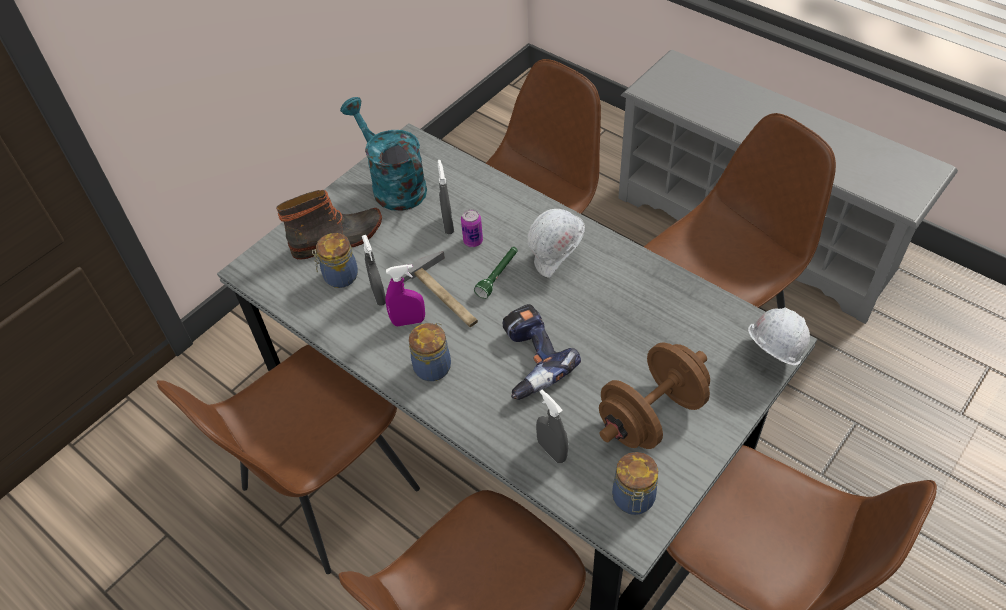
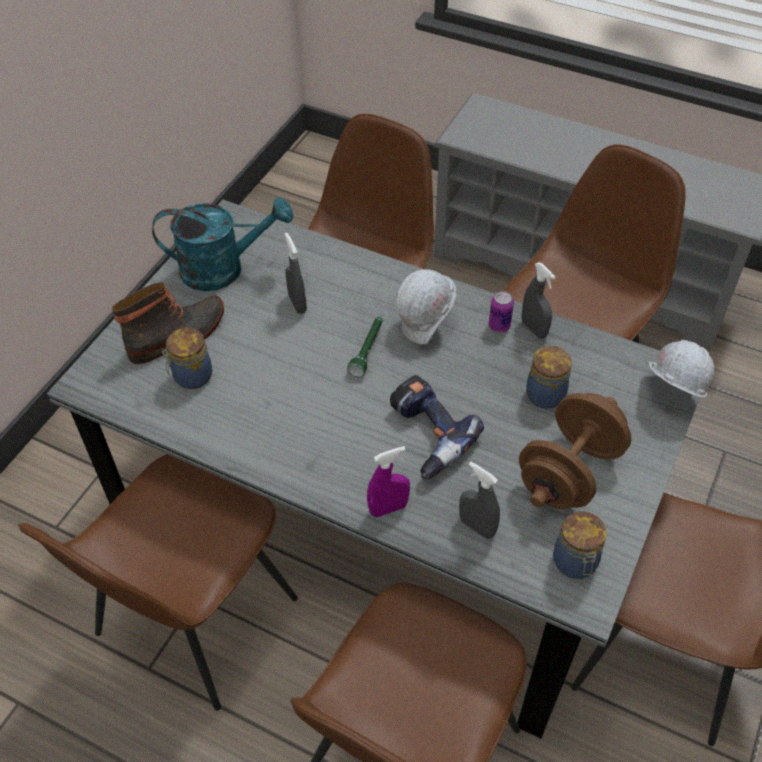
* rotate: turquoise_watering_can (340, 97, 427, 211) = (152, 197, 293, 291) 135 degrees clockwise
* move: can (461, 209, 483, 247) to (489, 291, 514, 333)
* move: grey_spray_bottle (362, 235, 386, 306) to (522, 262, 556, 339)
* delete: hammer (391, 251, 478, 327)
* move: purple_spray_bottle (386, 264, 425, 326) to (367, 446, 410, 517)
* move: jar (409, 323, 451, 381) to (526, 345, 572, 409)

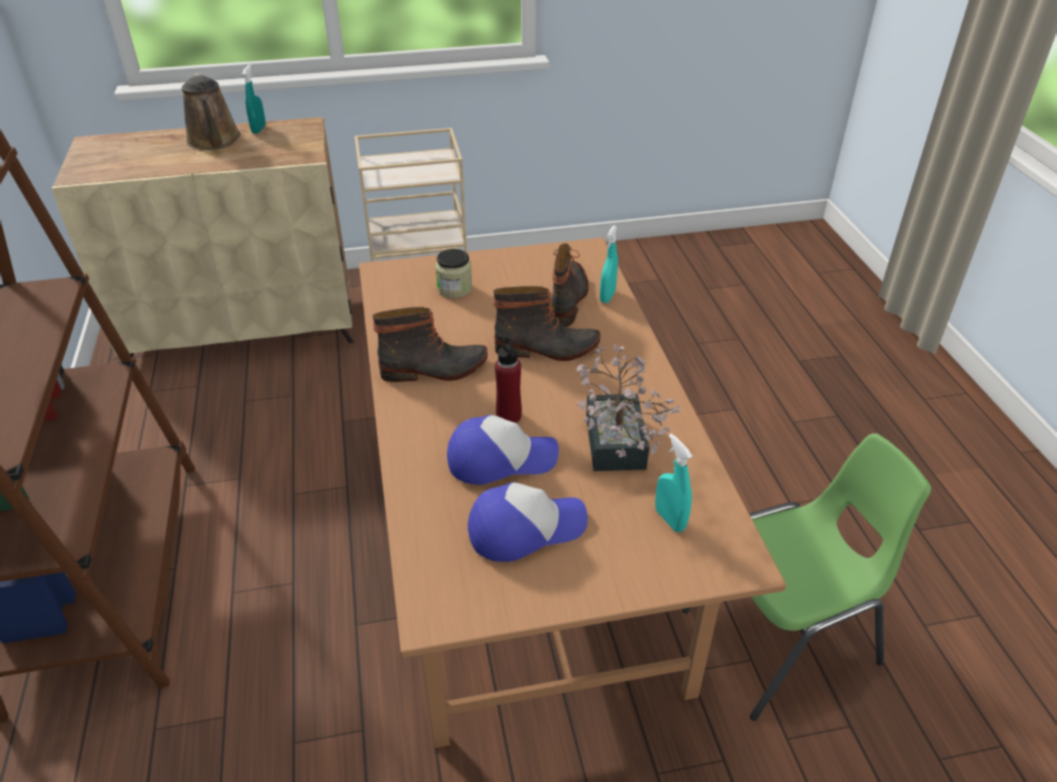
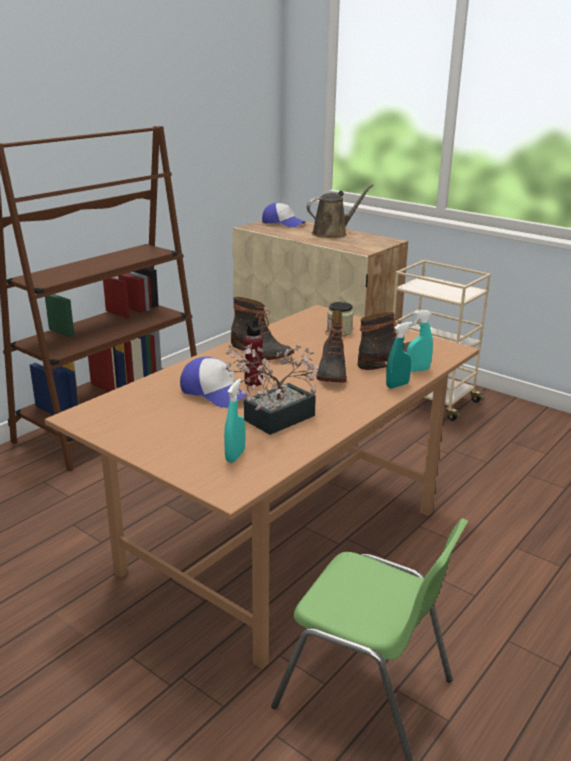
* move: turquoise_spray_bottle (242, 64, 266, 134) to (386, 322, 412, 388)
* rotate: brown_watering_can (182, 72, 241, 150) = (307, 184, 374, 238) 150 degrees counterclockwise
* rotate: boot (493, 286, 600, 361) = (316, 310, 347, 383) 45 degrees clockwise
* move: cap (468, 482, 588, 562) to (262, 203, 305, 228)

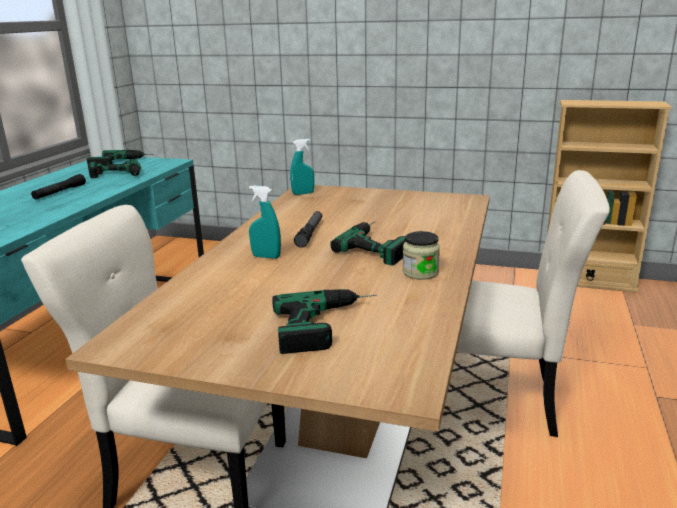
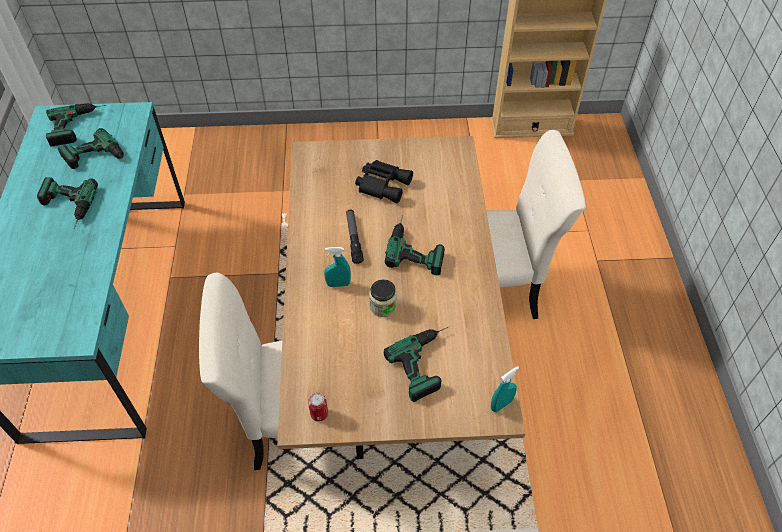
* move: turquoise_spray_bottle (290, 139, 314, 195) to (491, 366, 519, 412)
* replace: black_flashlight (31, 174, 86, 200) to power_drill (37, 177, 98, 228)
* move: jar (403, 231, 440, 280) to (369, 279, 397, 317)
* insert: black_binoculars (355, 160, 413, 203)
* insert: can (308, 392, 328, 421)

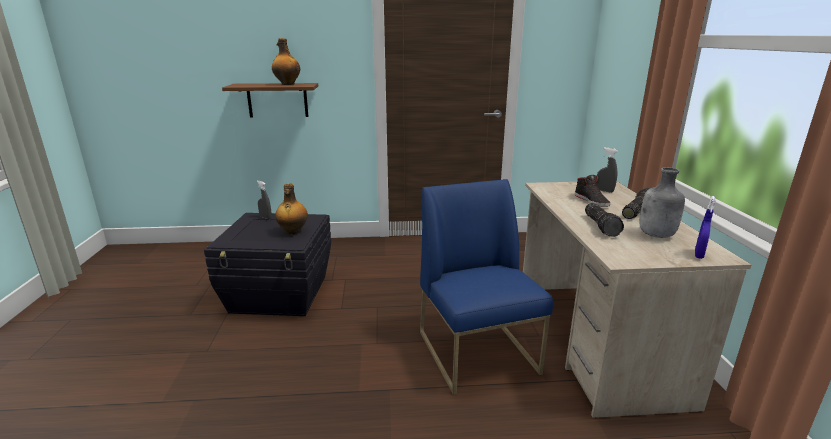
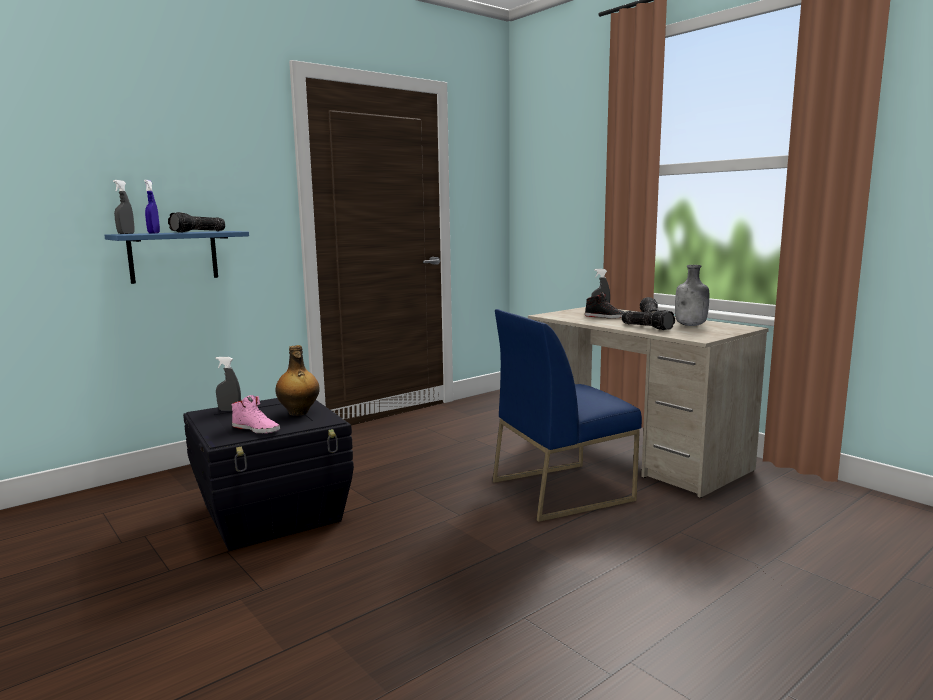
* replace: bottle (272, 38, 300, 85) to flashlight (168, 212, 225, 232)
* recolor: brown_shelf (222, 83, 318, 118) to blue_shelf (104, 231, 249, 284)
* rotate: blue_chair (420, 179, 553, 395) = (493, 309, 642, 522) 60 degrees counterclockwise
* move: blue_spray_bottle (695, 196, 716, 259) to (144, 180, 160, 234)
* insert: grey_spray_bottle (113, 180, 135, 234)
* insert: pink_shoe (232, 395, 280, 433)

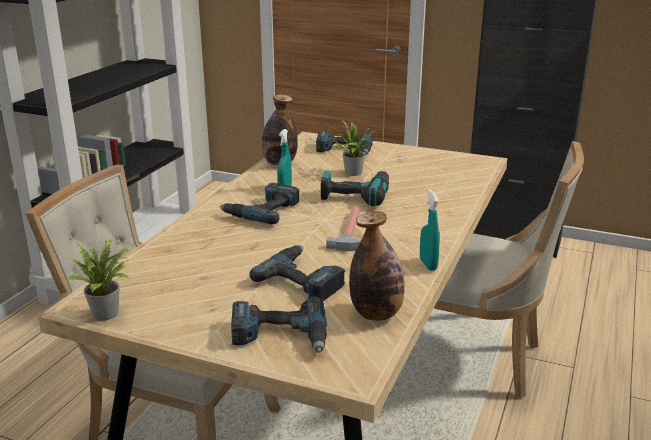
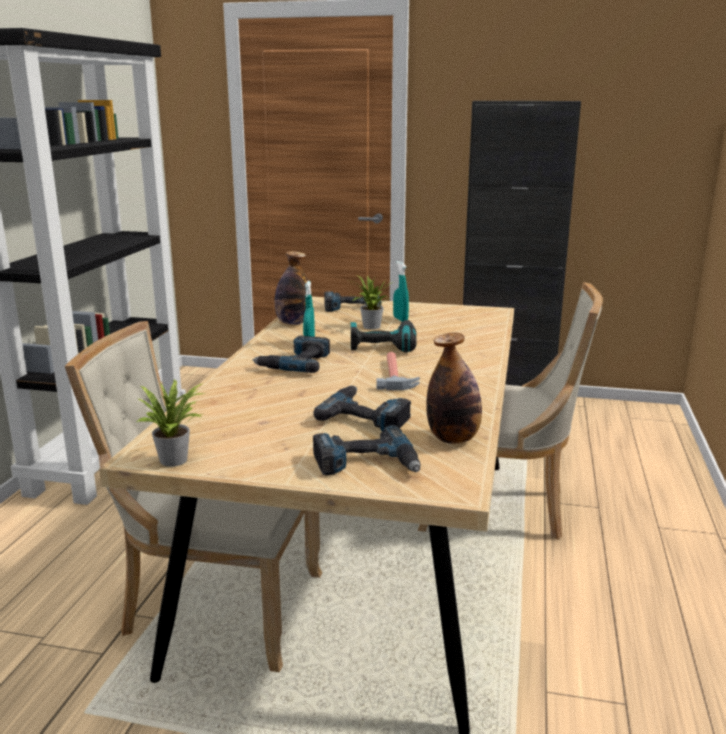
* move: turquoise_spray_bottle (420, 189, 440, 271) to (393, 261, 409, 321)

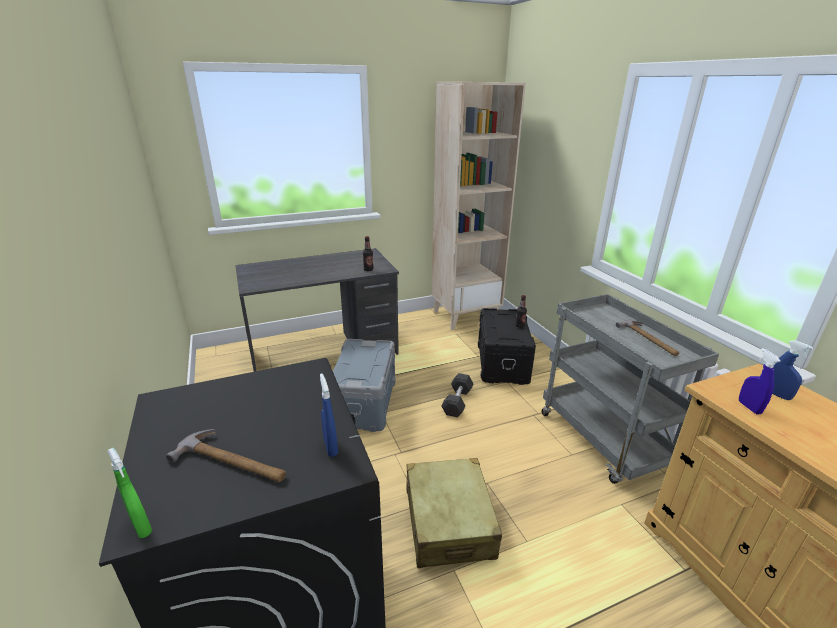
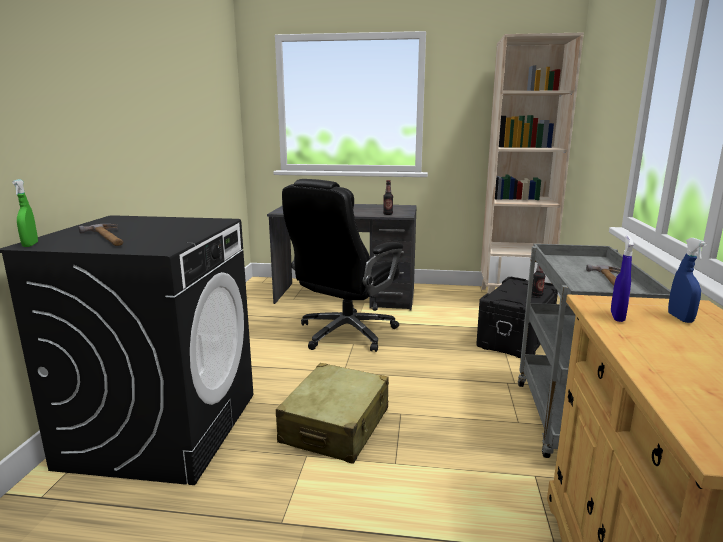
* replace: grey_storage_box (333, 339, 395, 432) to black_office_chair (282, 179, 403, 352)
* delete: grey_dumbbell (441, 373, 474, 417)
* delete: blue_spray_bottle (320, 374, 338, 457)

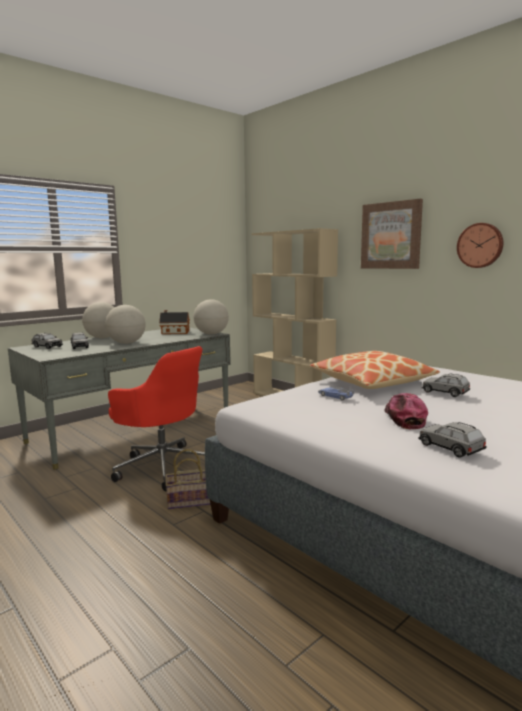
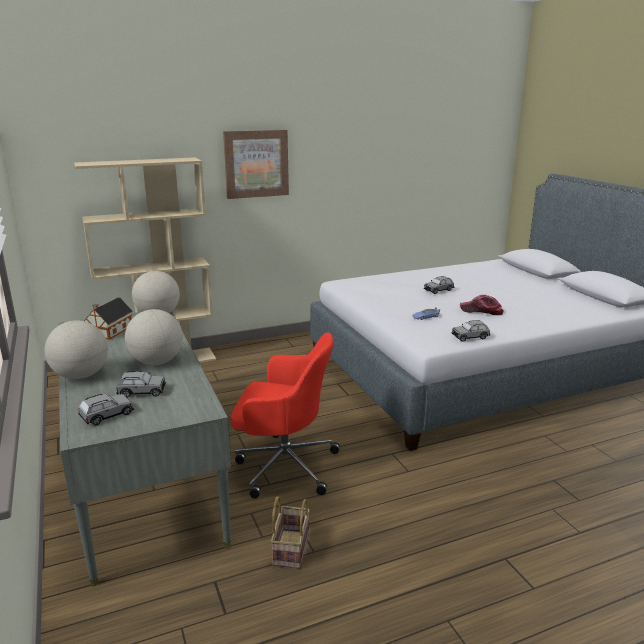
* delete: wall_clock (457, 223, 503, 268)
* rotate: red_office_chair (108, 346, 205, 491) = (230, 332, 340, 499) 45 degrees clockwise
* delete: pillow (310, 351, 440, 389)
* move: grey_toy_car (419, 422, 486, 458) to (451, 320, 490, 342)
* move: basket (165, 449, 211, 509) to (271, 496, 310, 569)

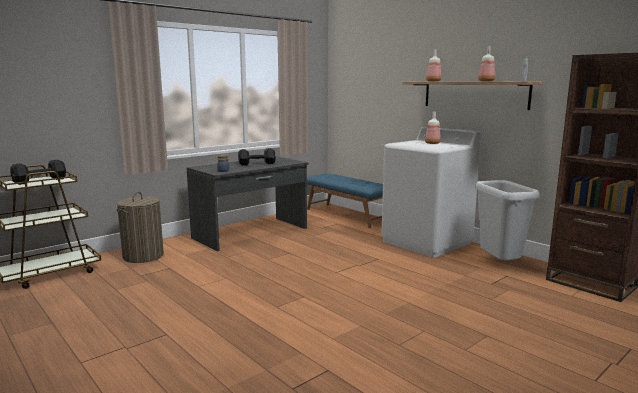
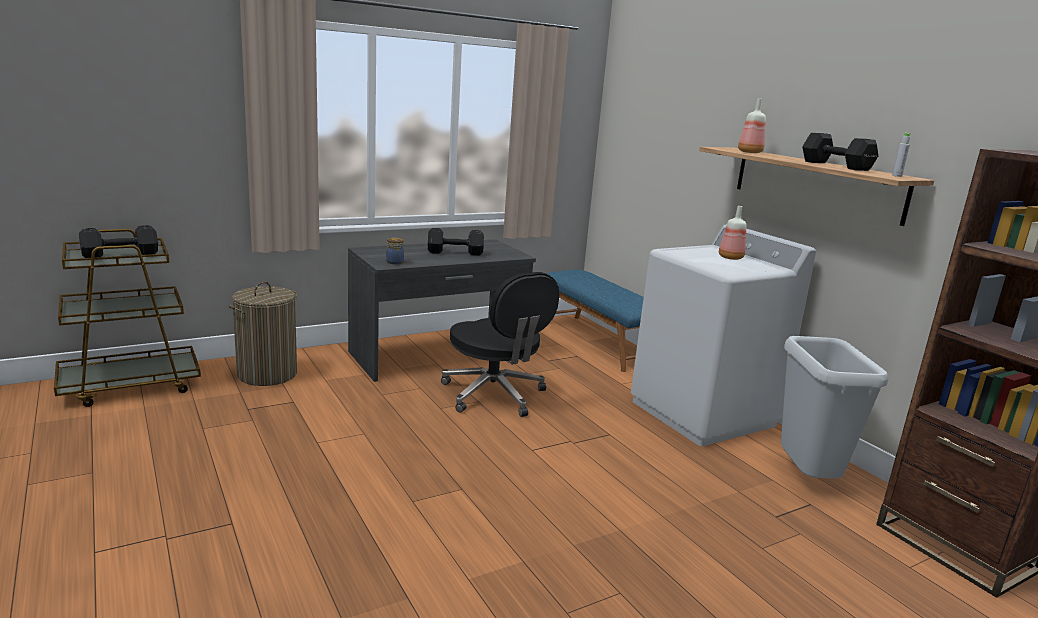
* replace: bottle (478, 47, 495, 81) to black_dumbbell (802, 133, 879, 171)
* insert: black_office_chair (441, 272, 559, 417)

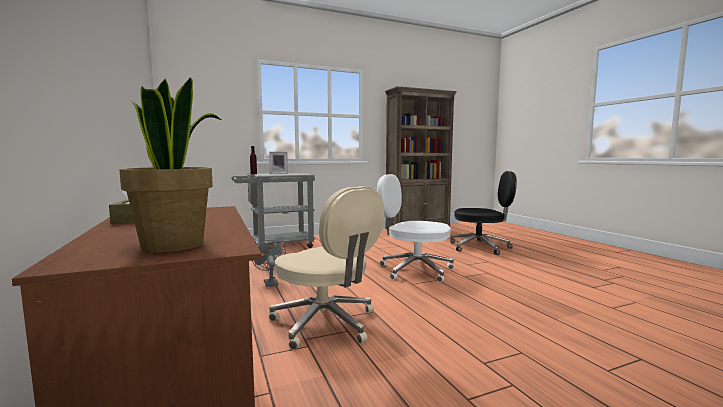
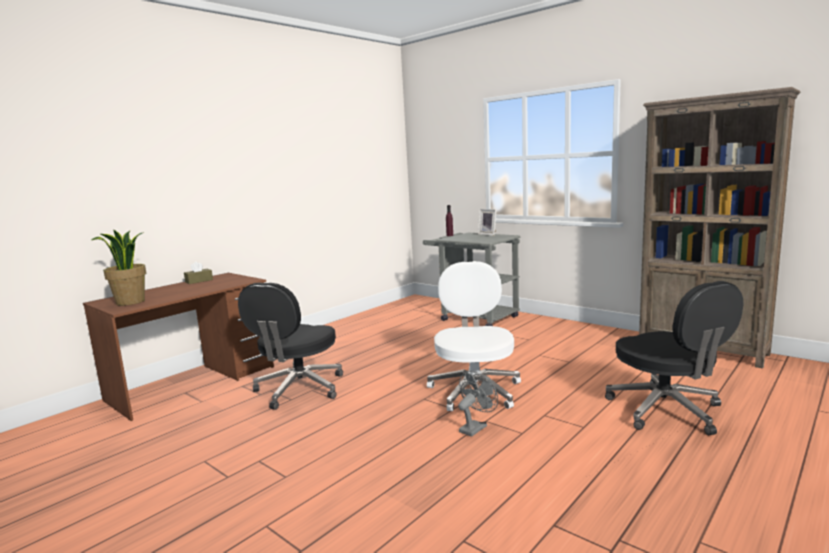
* recolor: beige_office_chair (269, 186, 384, 350) to black_office_chair (238, 282, 343, 410)
* move: grey_fan (252, 240, 286, 287) to (458, 371, 498, 437)

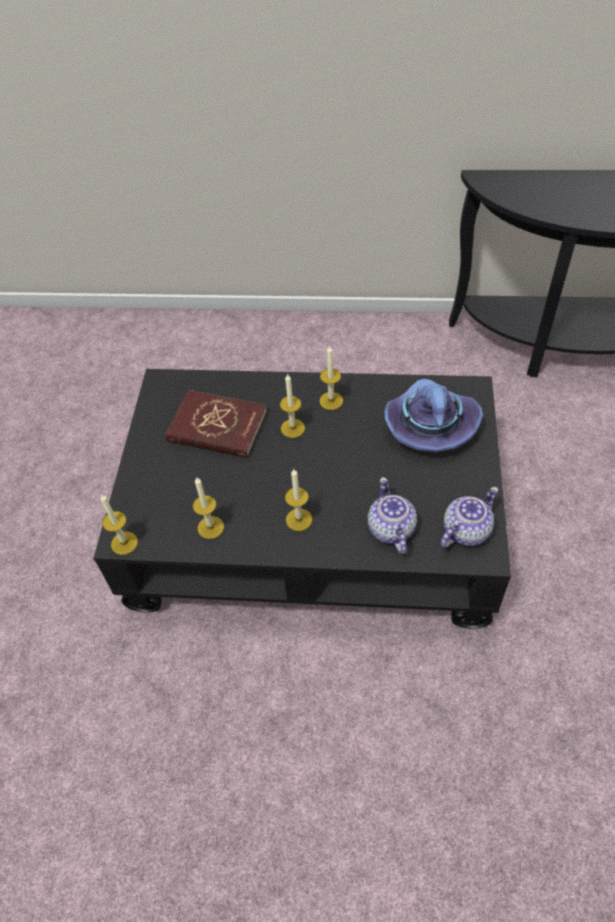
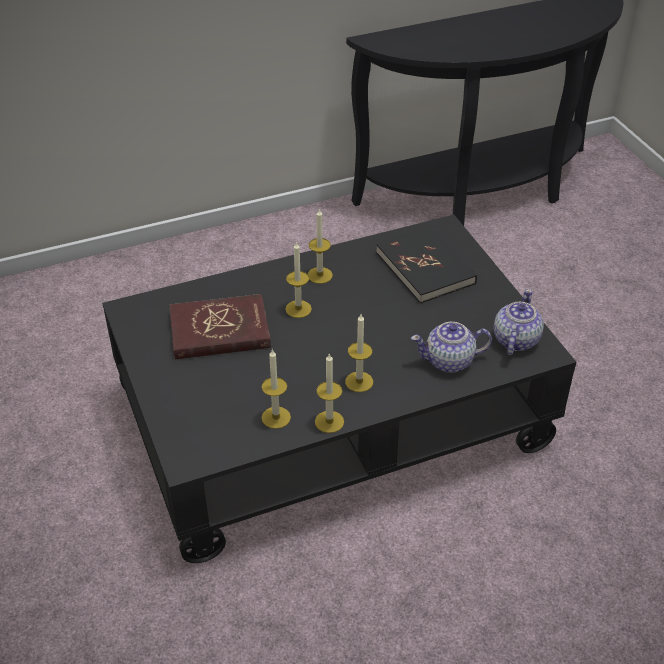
* replace: purple_hat (385, 379, 483, 452) to black_book (376, 227, 477, 303)
* rotate: teapot (368, 477, 417, 554) = (411, 322, 492, 373) 60 degrees counterclockwise
* move: candle (100, 494, 138, 555) to (315, 354, 344, 433)

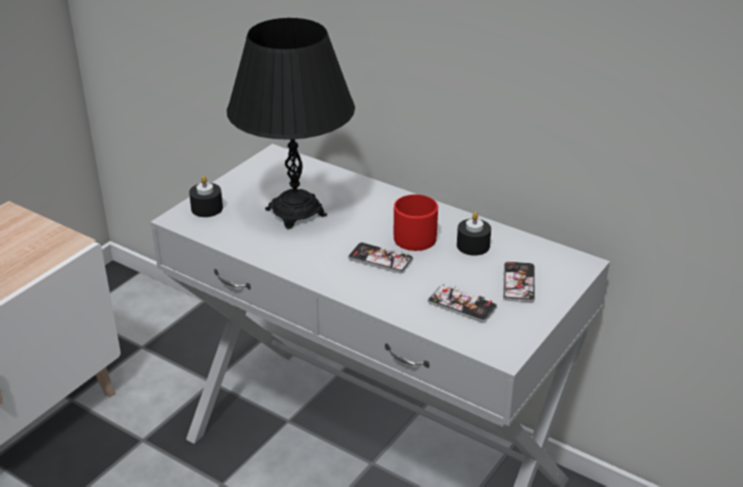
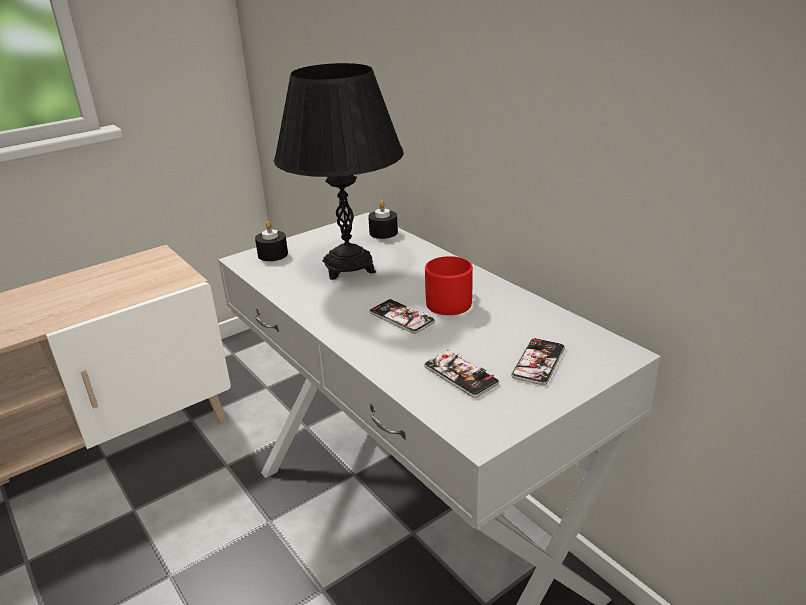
* move: black_candle (457, 212, 491, 256) to (368, 201, 398, 239)

